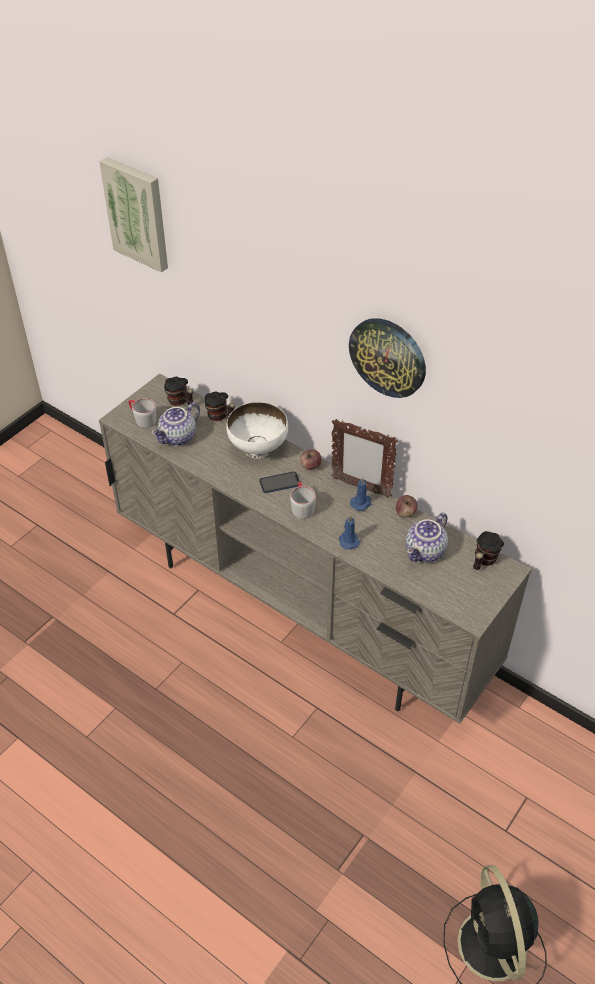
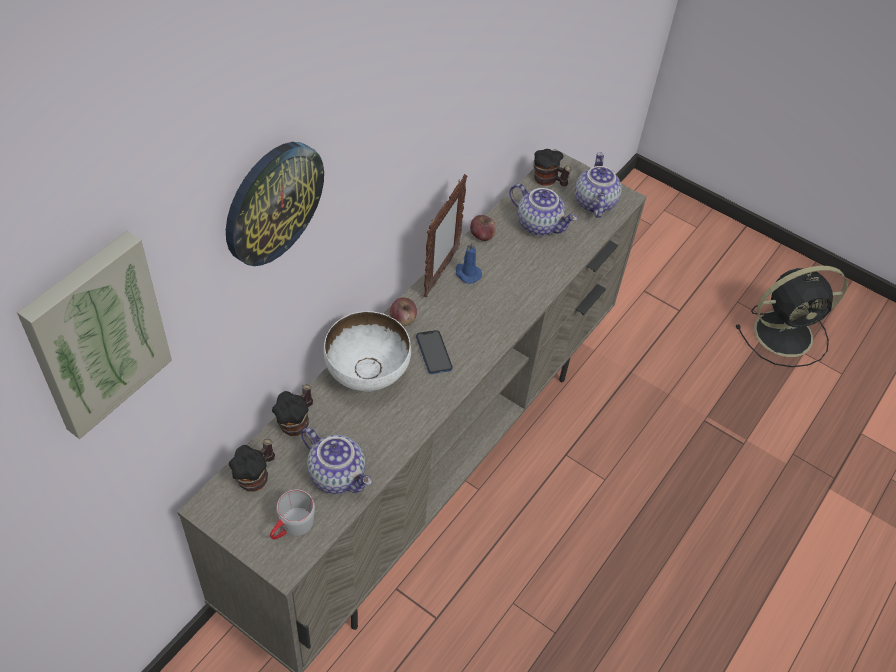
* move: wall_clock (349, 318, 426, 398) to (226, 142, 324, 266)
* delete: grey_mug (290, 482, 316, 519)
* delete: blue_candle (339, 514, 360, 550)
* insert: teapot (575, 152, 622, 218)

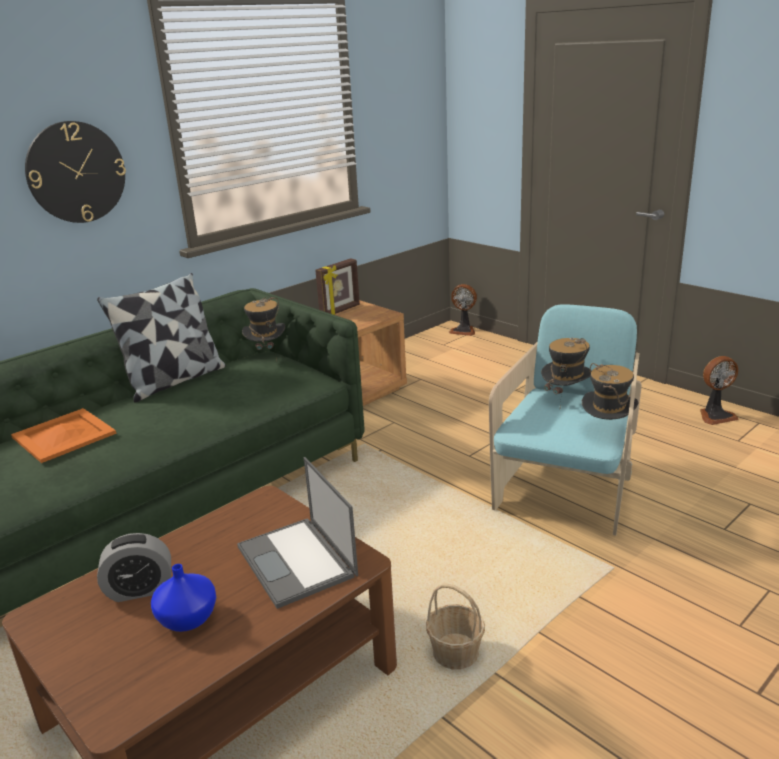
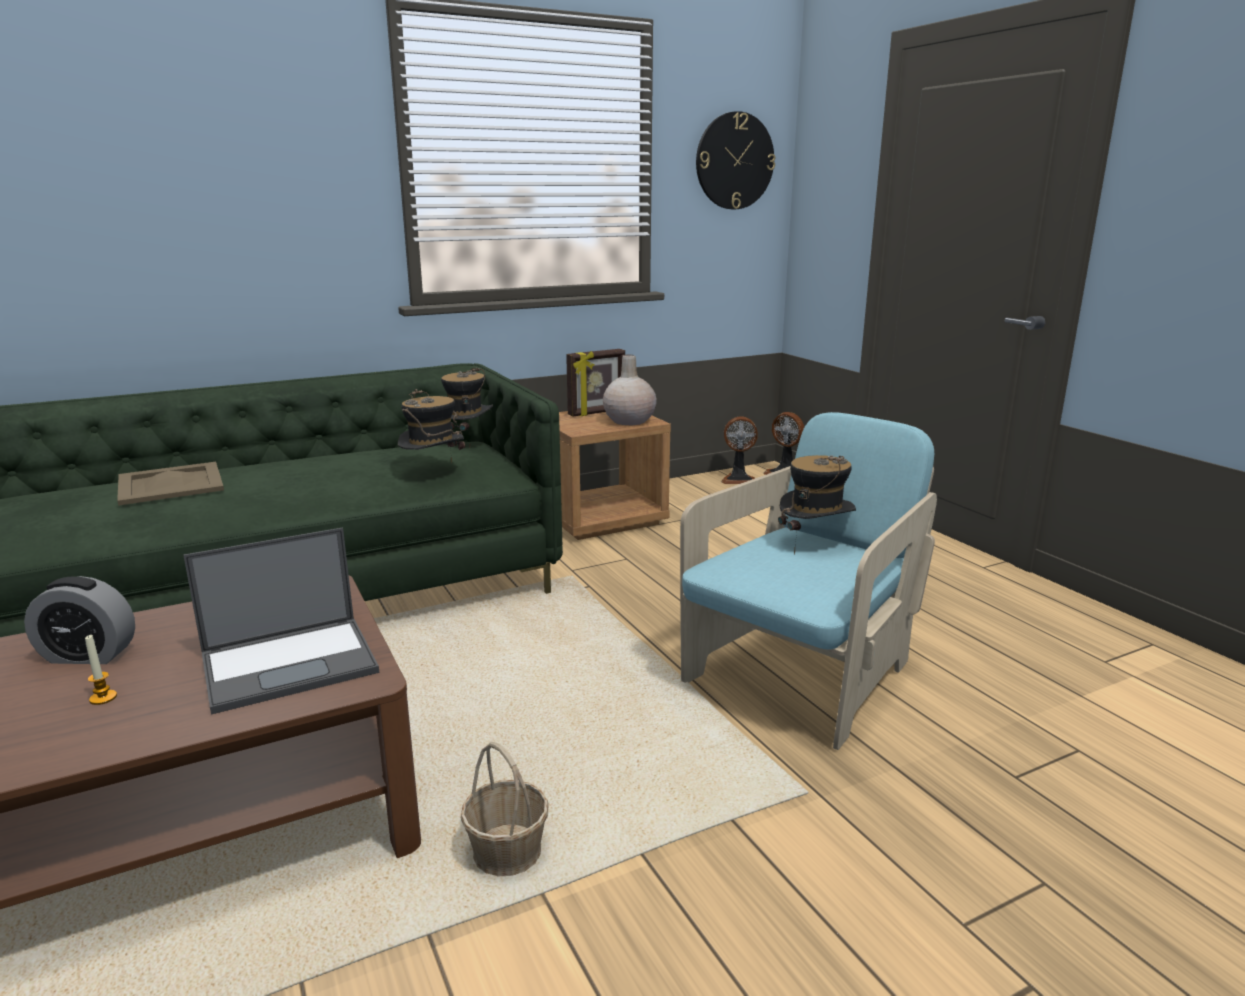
* move: wall_clock (25, 121, 126, 223) to (696, 111, 775, 209)
* delete: pillow (97, 273, 226, 402)
* move: fan (700, 356, 739, 425) to (721, 416, 758, 484)
* move: hat (582, 363, 639, 420) to (398, 389, 465, 462)
* recolor: orange_tray (11, 408, 116, 463) to beige_tray (117, 462, 224, 506)
* rotate: laptop (237, 457, 358, 609) = (183, 527, 379, 714) 105 degrees counterclockwise
* replace: blue_vase (151, 564, 216, 632) to candle (85, 635, 117, 705)
* insert: beige_vase (603, 354, 657, 425)

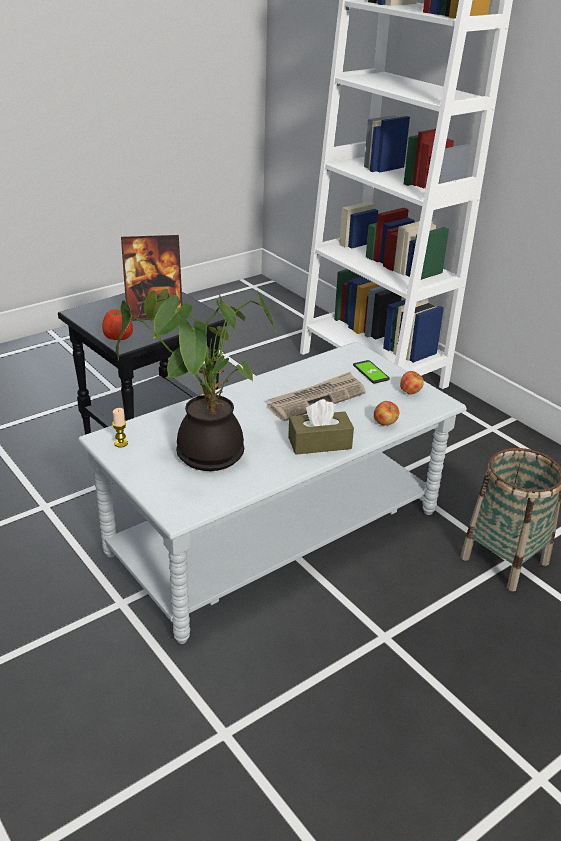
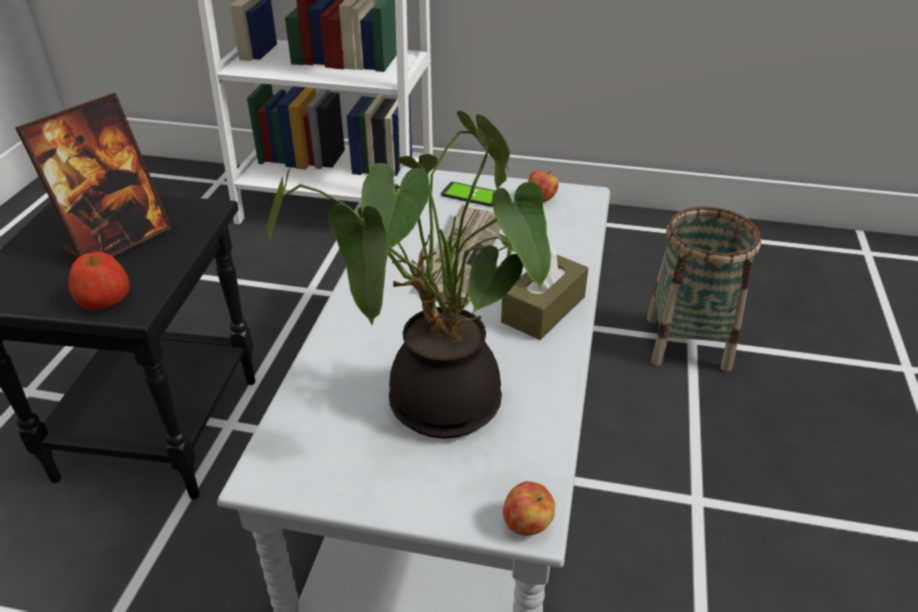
* move: apple (374, 401, 399, 426) to (503, 481, 555, 536)
* delete: candle (112, 408, 128, 448)

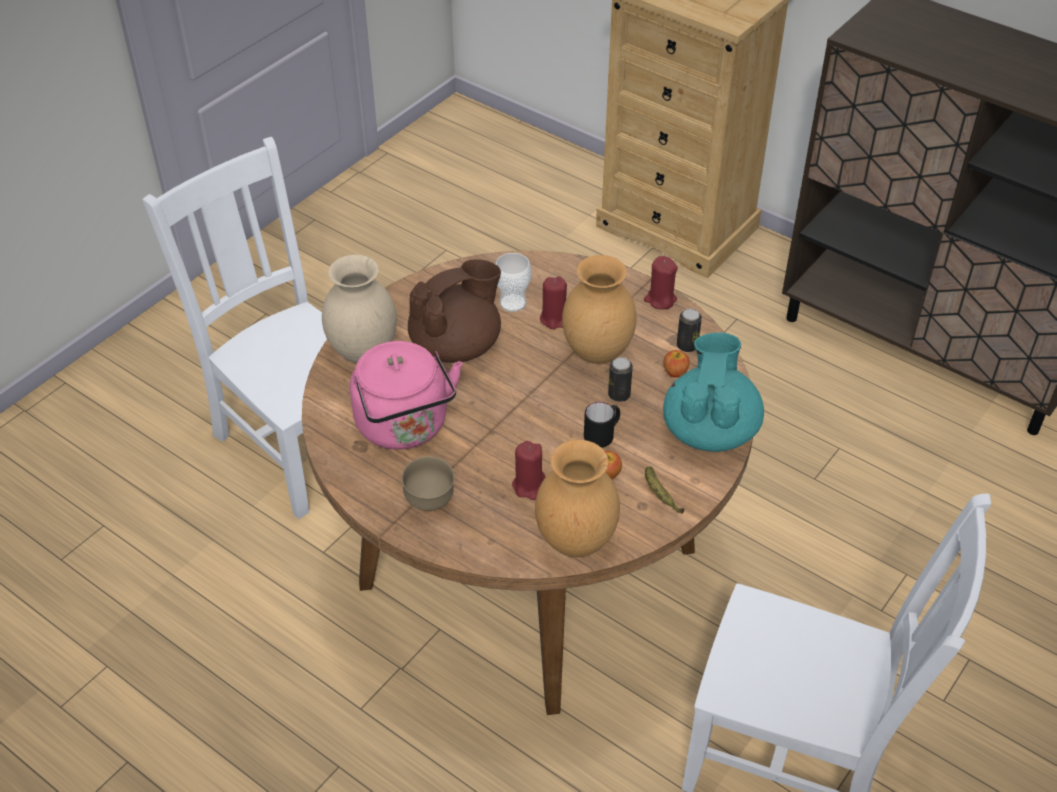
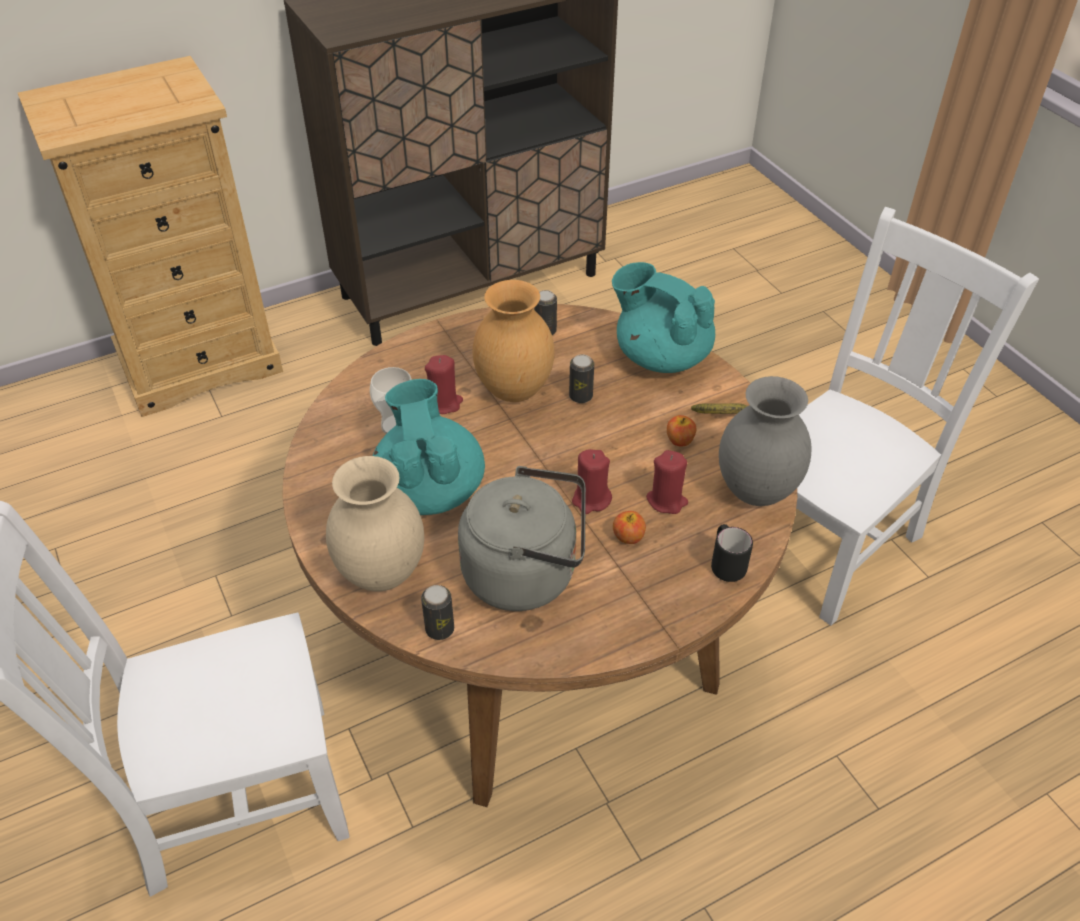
* move: red_candle (644, 256, 678, 310) to (572, 449, 612, 514)
* recolor: brown_teapot (408, 259, 501, 363) to turquoise_teapot (372, 379, 485, 515)
* recolor: pink_kettle (350, 341, 462, 450) to grey_kettle (458, 466, 586, 611)
* move: apple (664, 350, 690, 378) to (613, 511, 646, 544)
* move: black_mug (584, 402, 620, 448) to (711, 524, 753, 582)
* recolor: brown_vase (535, 440, 620, 557) to grey_vase (719, 376, 811, 506)
* delete: brown_bowl (402, 456, 454, 511)
* insert: can (421, 585, 454, 640)

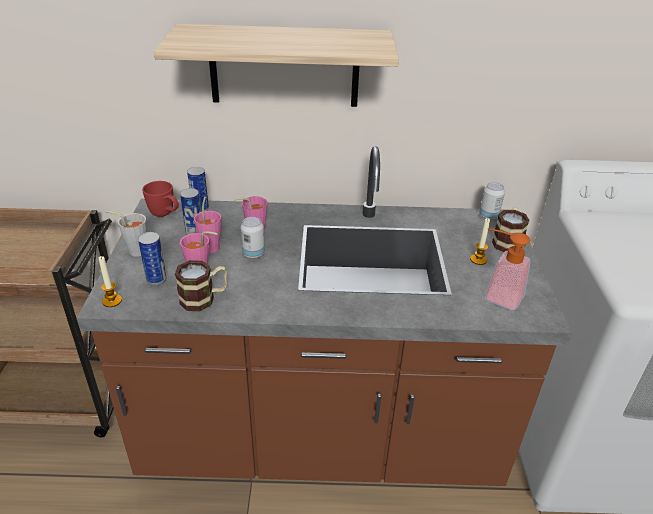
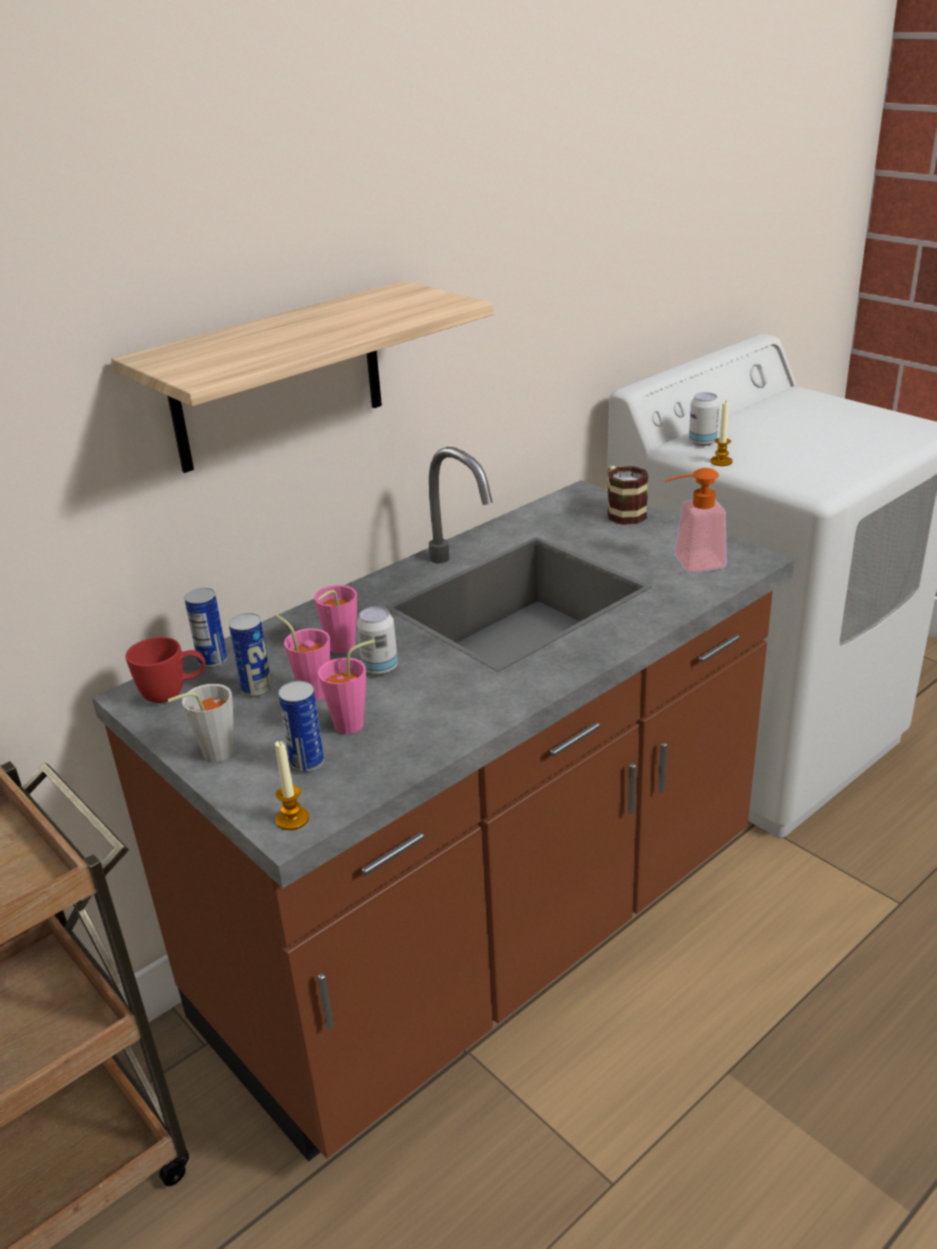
* move: can (479, 182, 505, 220) to (689, 392, 720, 446)
* move: candle (470, 218, 490, 265) to (710, 401, 733, 466)
* delete: mug (175, 260, 227, 311)

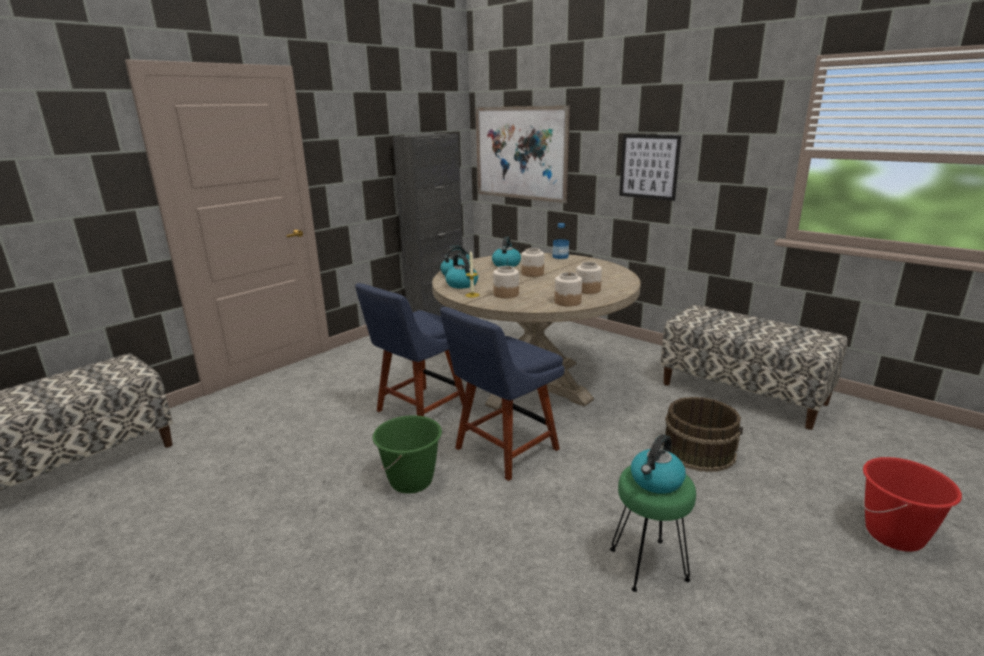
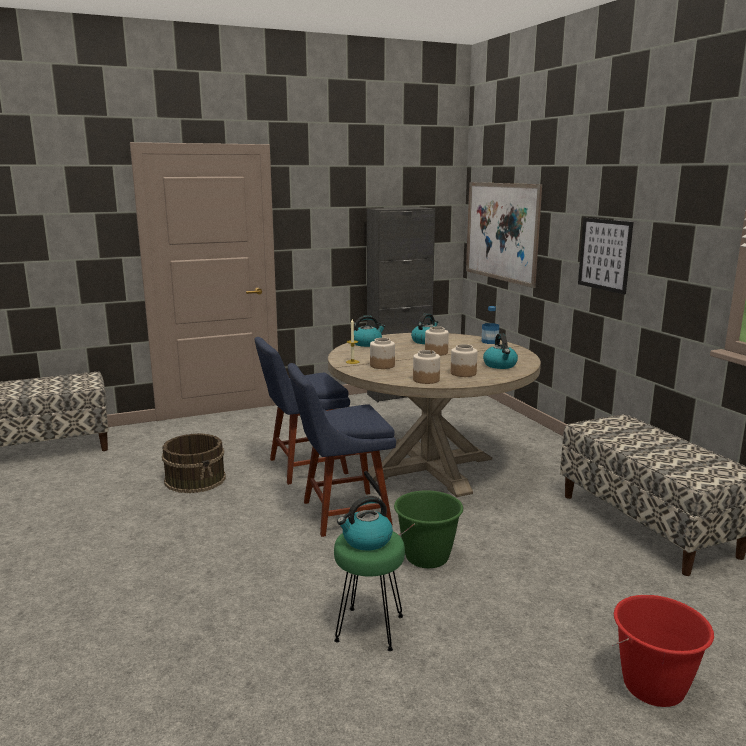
* move: kettle (445, 254, 478, 288) to (483, 333, 518, 369)
* move: brown_bucket (662, 397, 743, 472) to (162, 433, 226, 493)
* move: green_bucket (372, 415, 442, 494) to (394, 490, 463, 568)

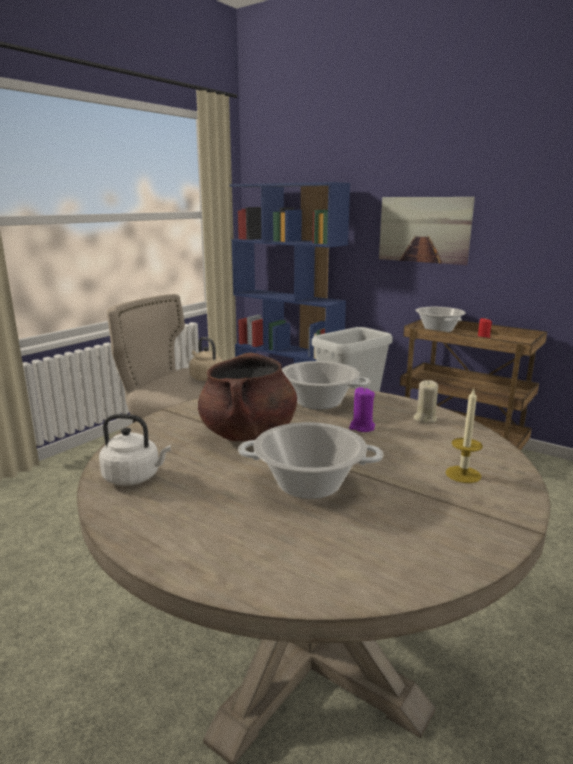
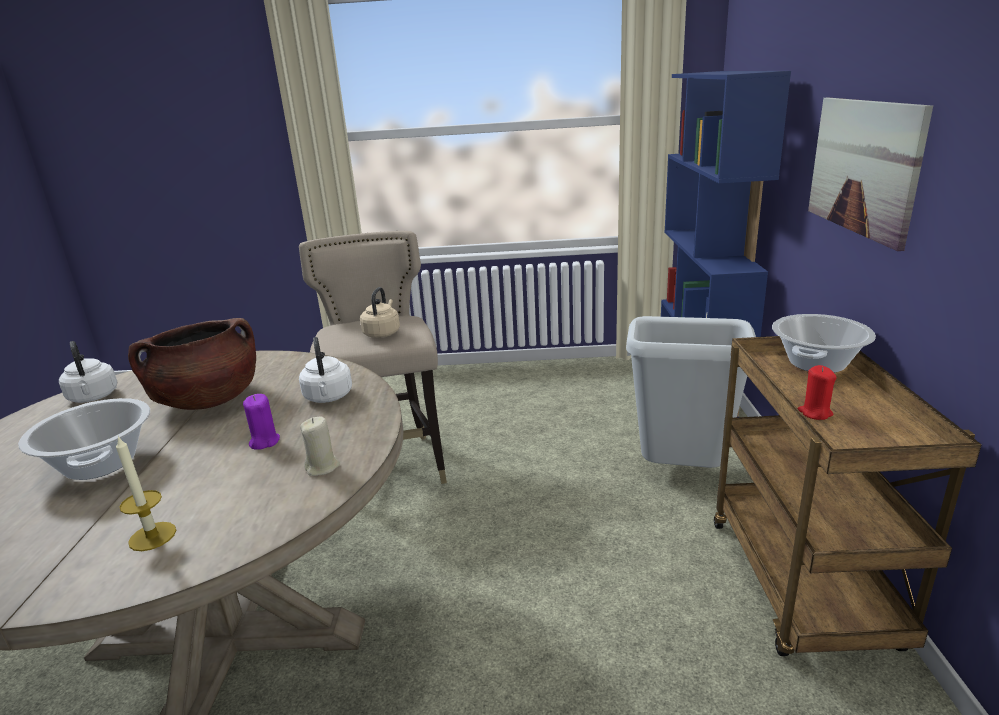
* replace: cooking_pot (282, 361, 371, 409) to white_kettle (299, 337, 352, 403)

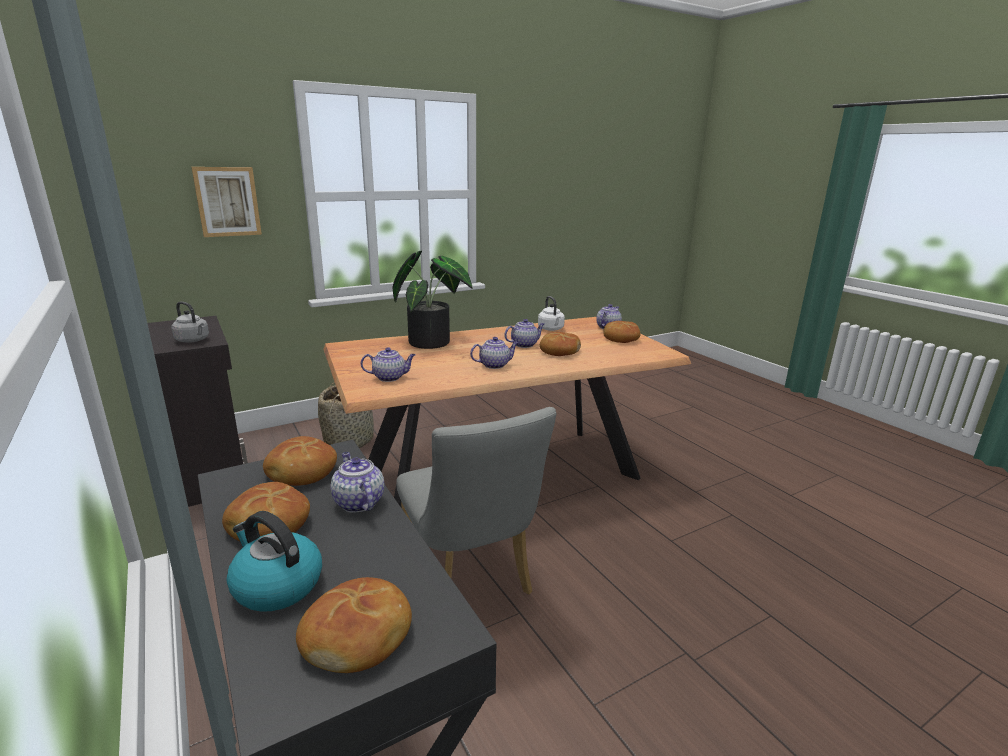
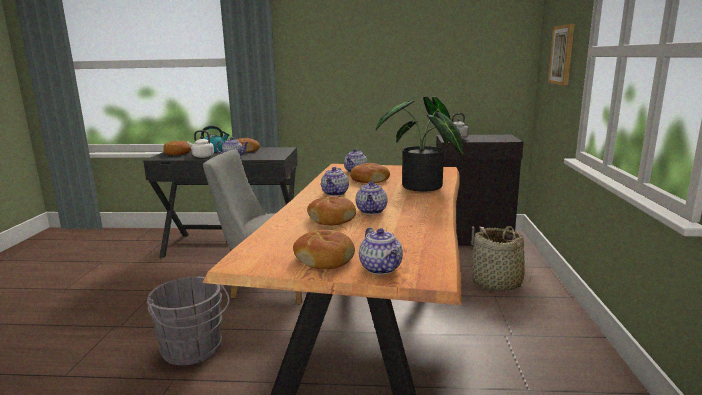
* move: white_kettle (538, 296, 565, 331) to (187, 130, 214, 158)
* move: bread (263, 436, 337, 486) to (350, 163, 390, 183)
* insert: grey_bucket (147, 277, 230, 365)

